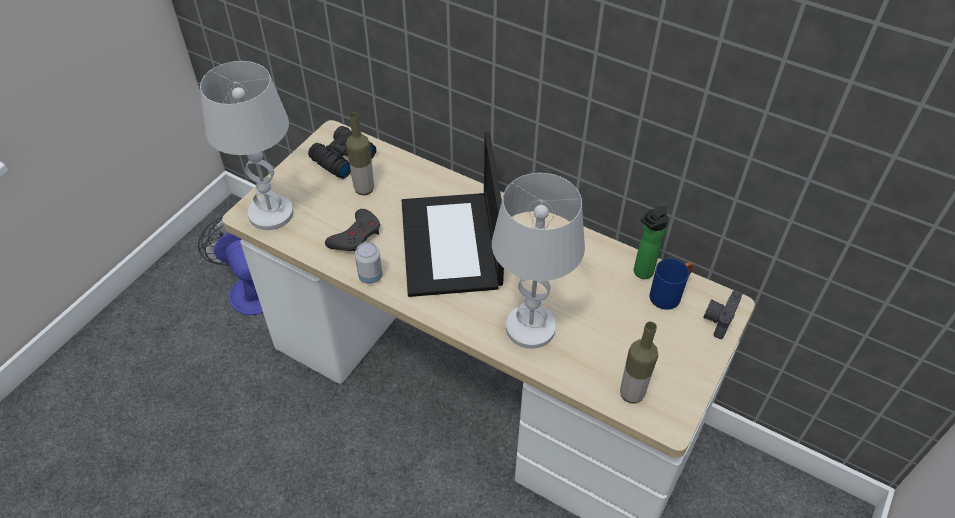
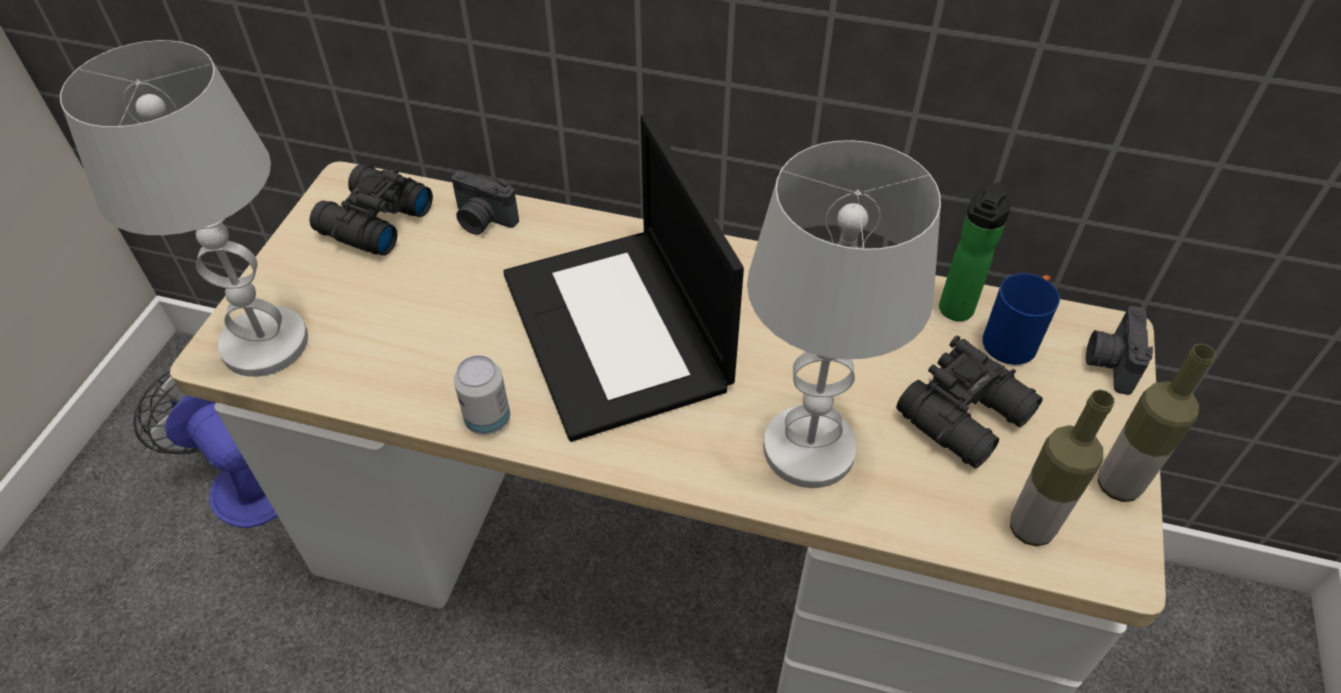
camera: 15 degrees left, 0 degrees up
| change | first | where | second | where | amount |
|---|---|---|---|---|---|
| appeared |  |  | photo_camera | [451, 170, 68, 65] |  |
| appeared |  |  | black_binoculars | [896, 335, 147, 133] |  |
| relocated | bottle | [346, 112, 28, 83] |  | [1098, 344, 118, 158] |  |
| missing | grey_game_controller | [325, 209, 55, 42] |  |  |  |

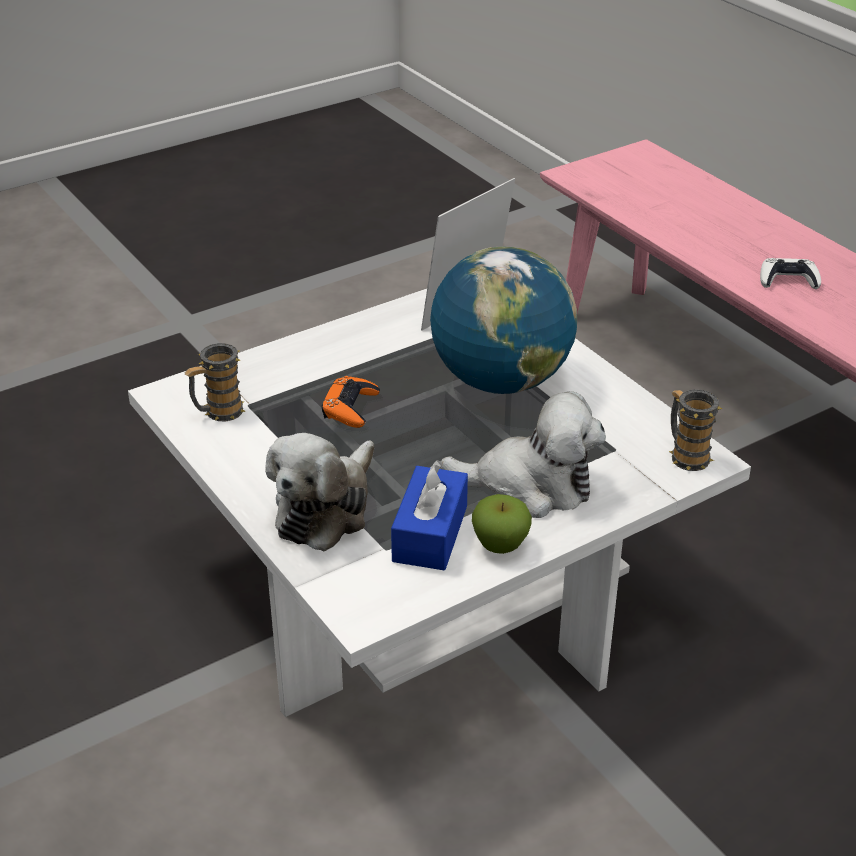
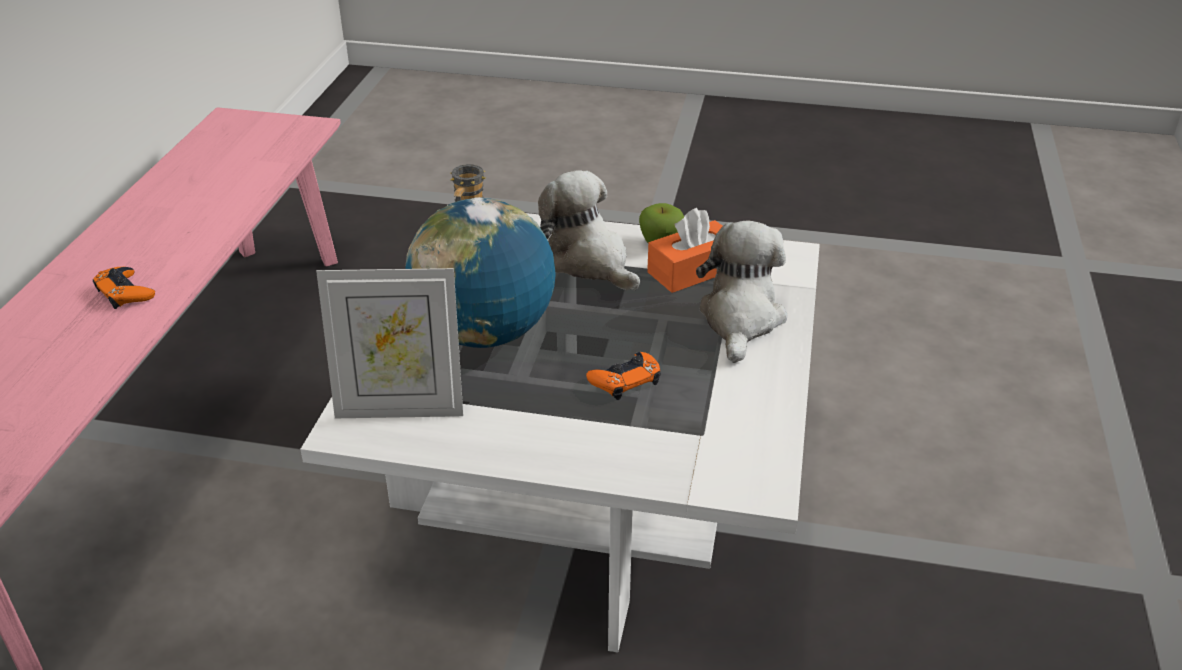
camera: 135 degrees left, 0 degrees up
| change | first | where | second | where | amount |
|---|---|---|---|---|---|
| colour | white_game_controller | [760, 258, 61, 31] | orange_game_controller | [93, 267, 62, 42] |  |
| colour | blue_tissue_box | [391, 460, 77, 110] | orange_tissue_box | [647, 208, 76, 85] |  |
| spun | plush_toy | [265, 433, 109, 118] |  | [696, 220, 91, 143] | 60 degrees counterclockwise |
| missing | mug | [184, 343, 61, 78] |  |  |  |

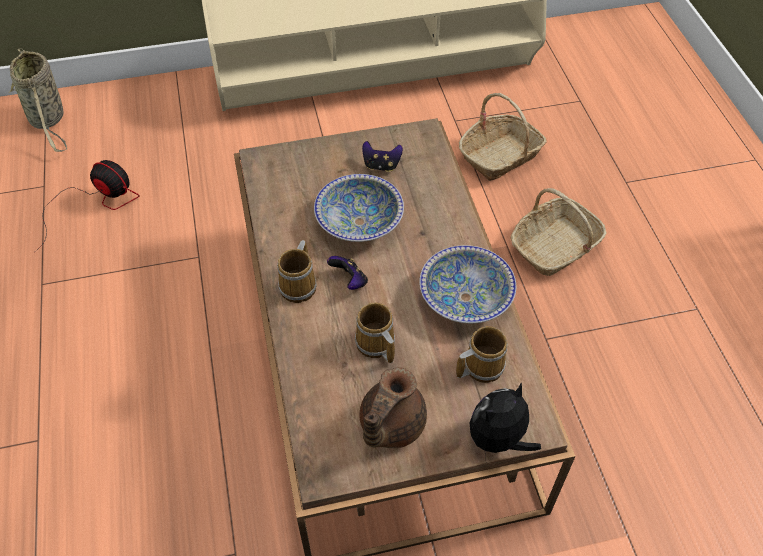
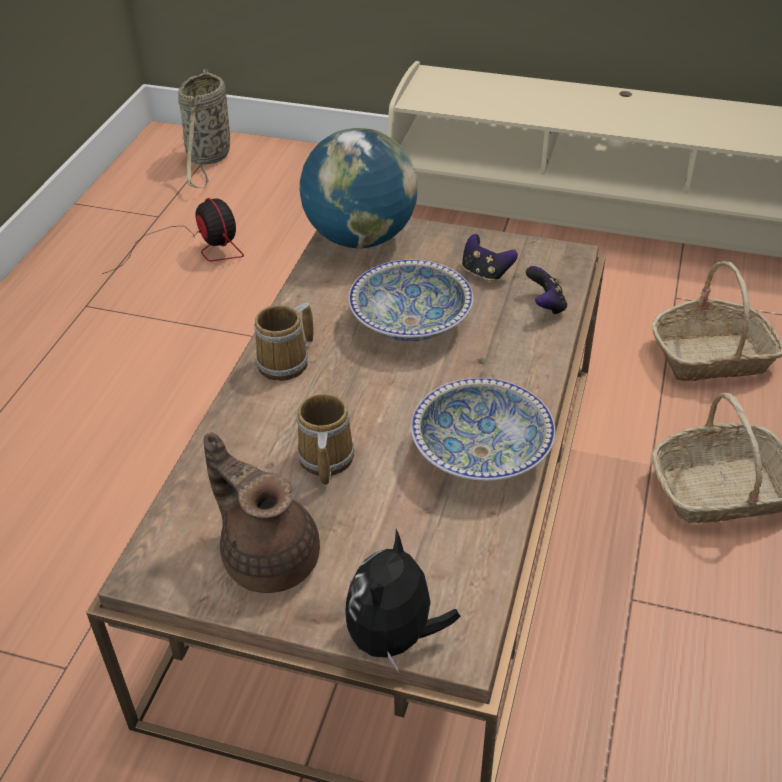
camera: 30 degrees right, 10 degrees down
| change | first | where | second | where | amount |
|---|---|---|---|---|---|
| spun | brown_teapot | [359, 367, 68, 81] |  | [203, 432, 117, 161] | 75 degrees clockwise |
| appeared |  |  | globe | [300, 128, 118, 120] |  |
| spun | plush_toy | [469, 382, 72, 76] |  | [345, 529, 116, 144] | 60 degrees counterclockwise |
| relocated | game_controller | [327, 256, 41, 34] |  | [526, 266, 41, 49] |  |
| missing | mug | [456, 326, 51, 57] |  |  |  |

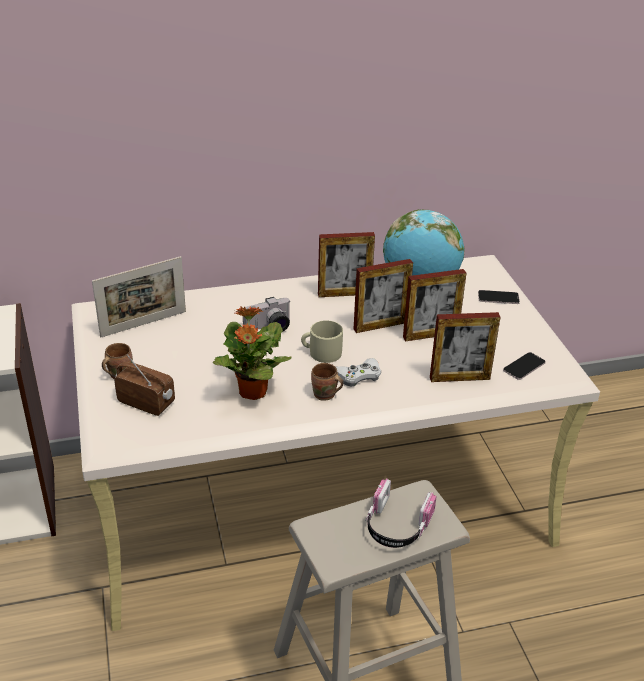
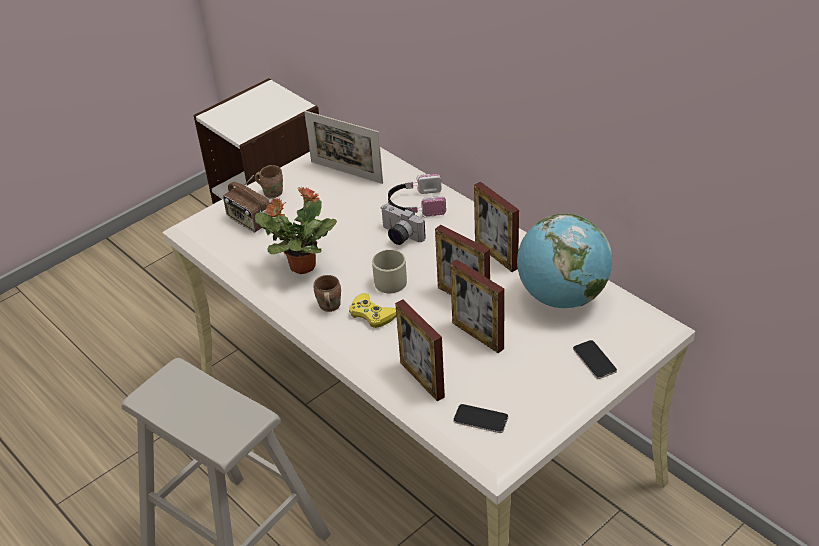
camera: 65 degrees right, 5 degrees up
| change | first | where | second | where | amount |
|---|---|---|---|---|---|
| spun | radio | [114, 354, 61, 62] |  | [223, 175, 49, 57] | 135 degrees clockwise |
| colour | white_game_controller | [336, 358, 45, 29] | yellow_game_controller | [349, 293, 47, 35] |  |
| relocated | headphones | [366, 479, 71, 69] |  | [388, 174, 58, 43] |  |

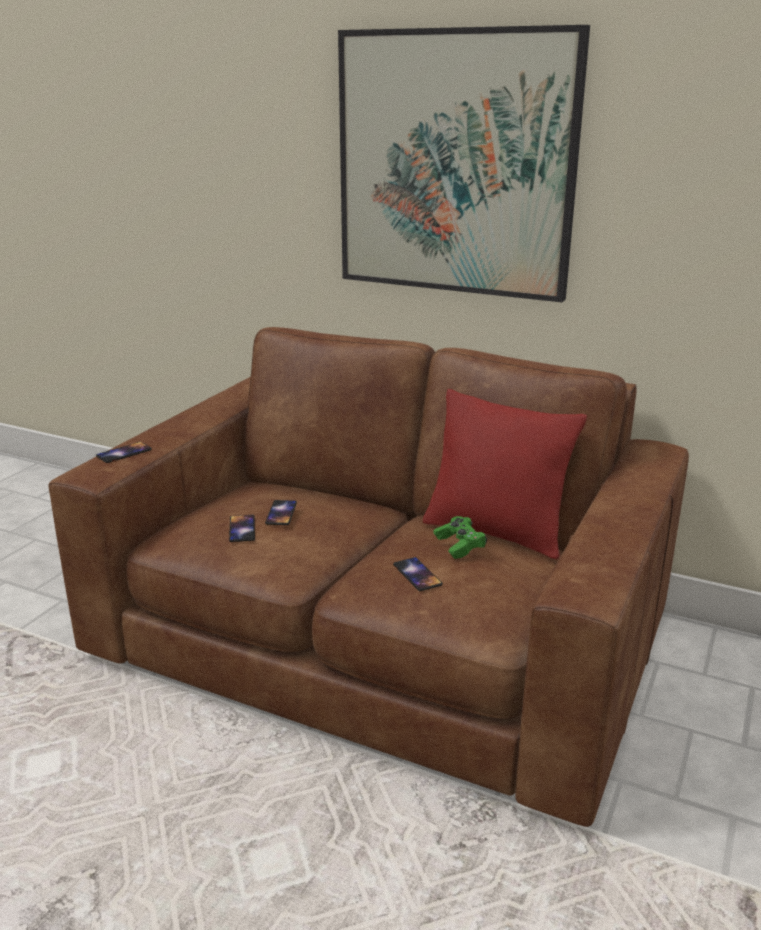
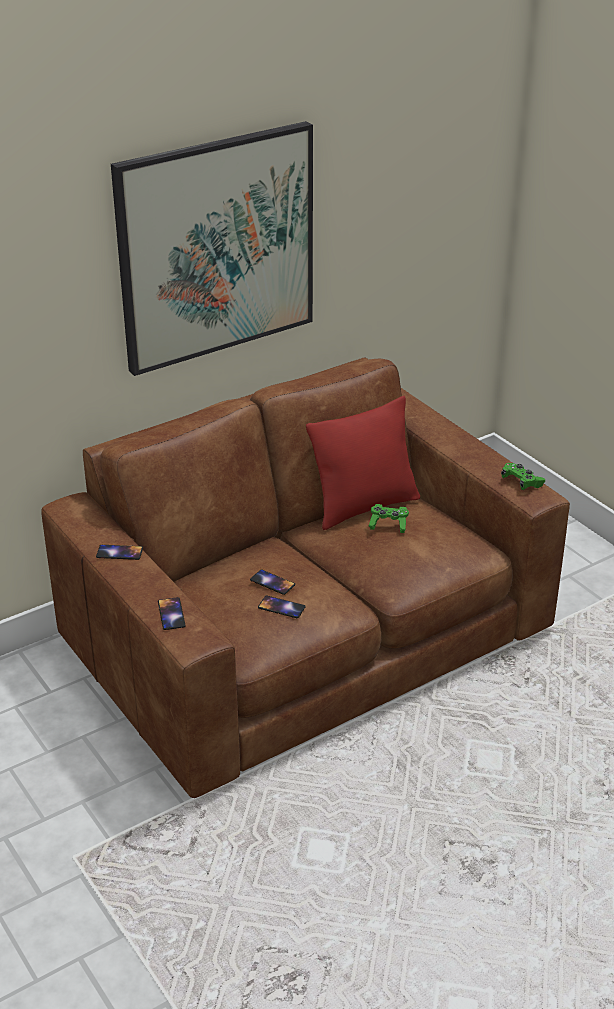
camera: 60 degrees left, 10 degrees up
| change | first | where | second | where | amount |
|---|---|---|---|---|---|
| relocated | phone | [393, 557, 50, 34] |  | [96, 545, 47, 15] |  |
| appeared |  |  | green_game_controller | [501, 463, 44, 27] |  |

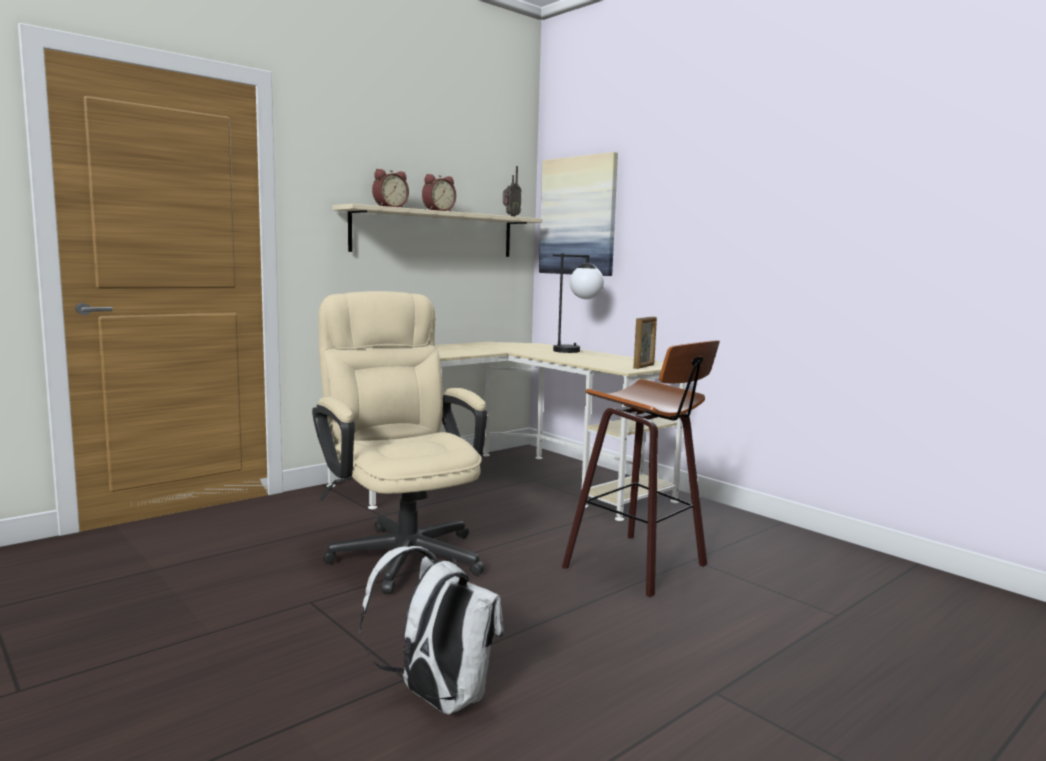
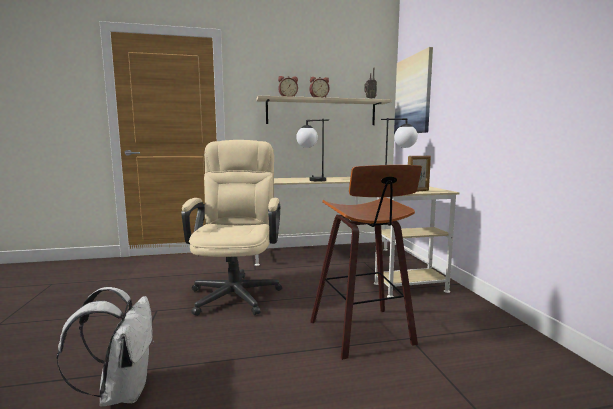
camera: 30 degrees right, 0 degrees up
| change | first | where | second | where | amount |
|---|---|---|---|---|---|
| appeared |  |  | table_lamp | [296, 119, 33, 62] |  |

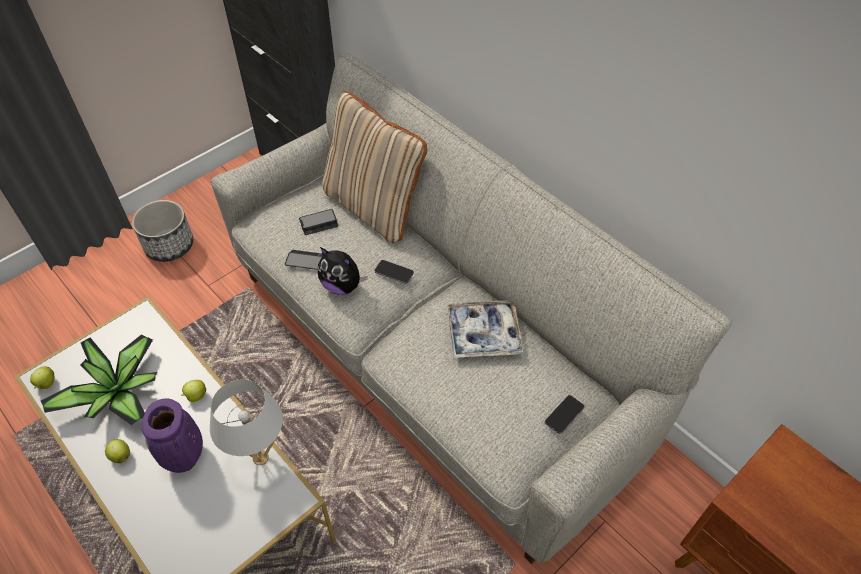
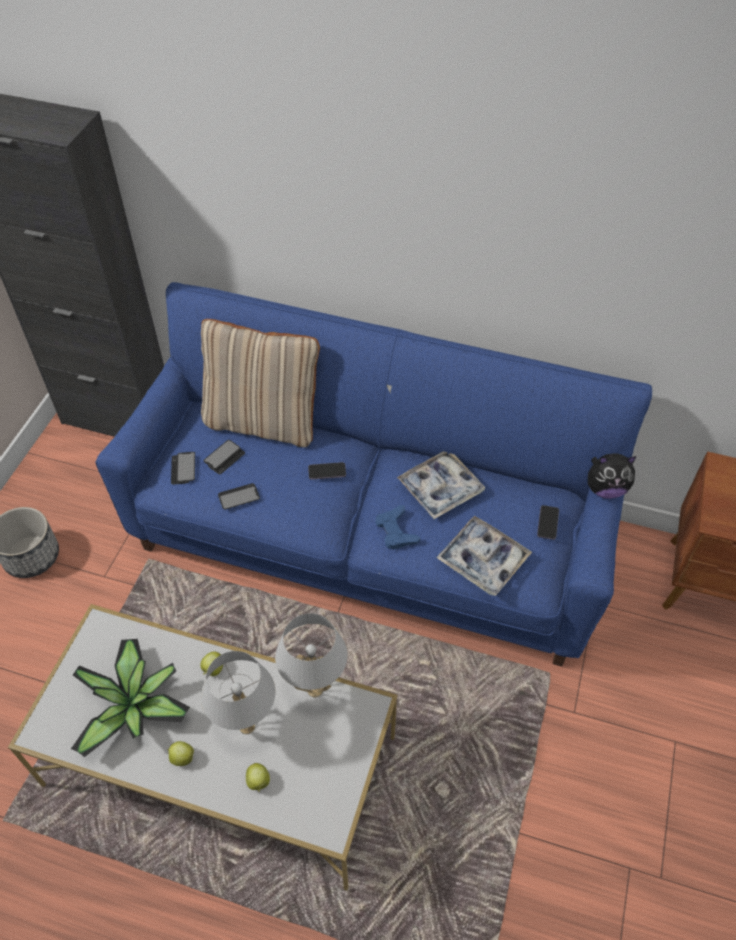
camera: 30 degrees left, 0 degrees up
| change | first | where | second | where | amount |
|---|---|---|---|---|---|
| colour | grey_sofa | [211, 53, 521, 511] | blue_sofa | [96, 282, 556, 384] |  |
| appeared |  |  | phone | [171, 452, 24, 33] |  |
| exchanged | purple_vase | [141, 398, 62, 75] | white_table_lamp | [201, 651, 74, 83] |  |
| relocated | apple | [30, 366, 24, 23] |  | [246, 763, 24, 29] |  |
| appeared |  |  | blue_game_controller | [376, 505, 44, 45] |  |
| appeared |  |  | tray | [436, 516, 96, 80] |  |
| relocated | plush_toy | [318, 247, 50, 48] |  | [588, 453, 49, 46] |  |

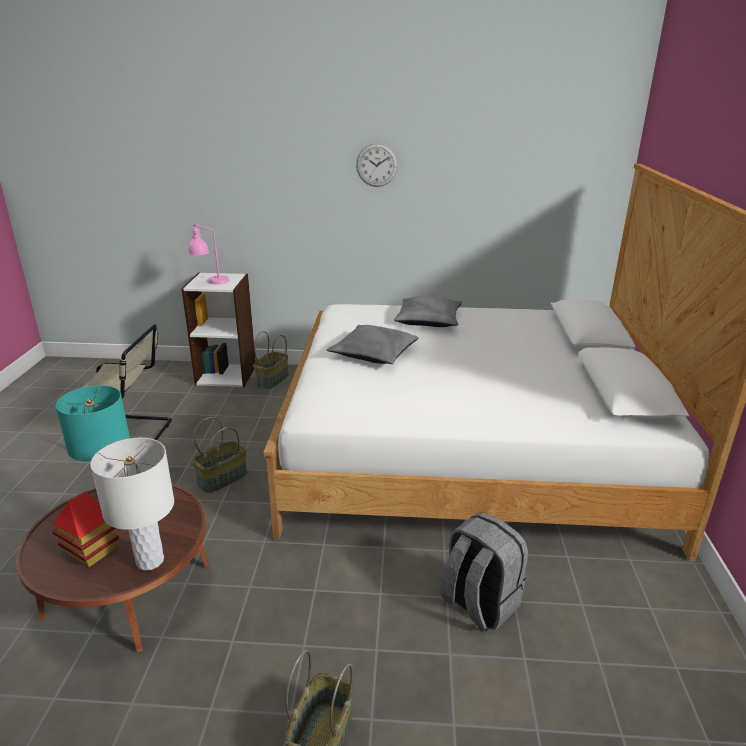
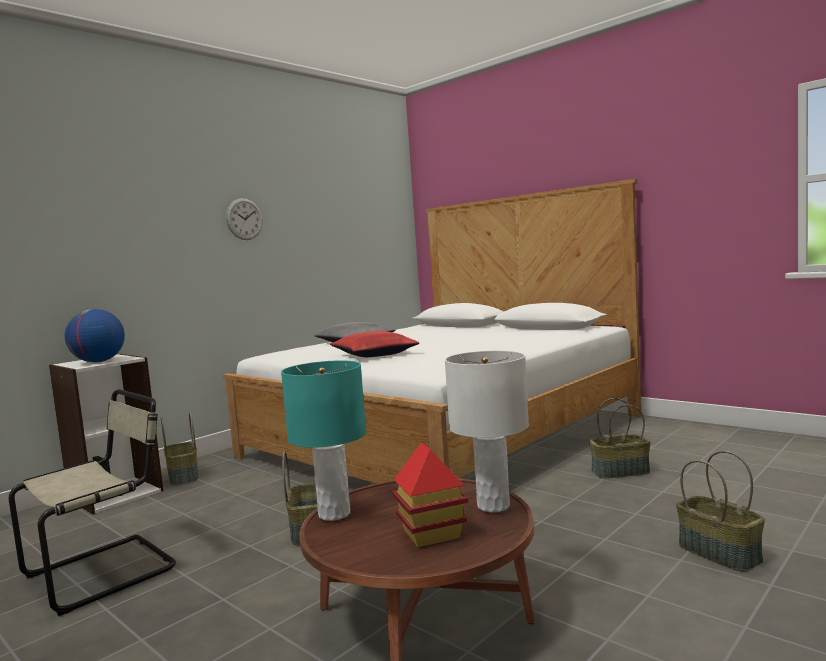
camera: 50 degrees left, 20 degrees down
| change | first | where | second | where | amount |
|---|---|---|---|---|---|
| exchanged | pink_table_lamp | [188, 223, 41, 61] | globe | [65, 309, 60, 54] |  |
| colour | grey_pillow | [326, 325, 93, 39] | red_pillow | [330, 331, 89, 26] |  |
| exchanged | grey_backpack | [440, 513, 88, 119] | basket | [589, 398, 62, 80] |  |

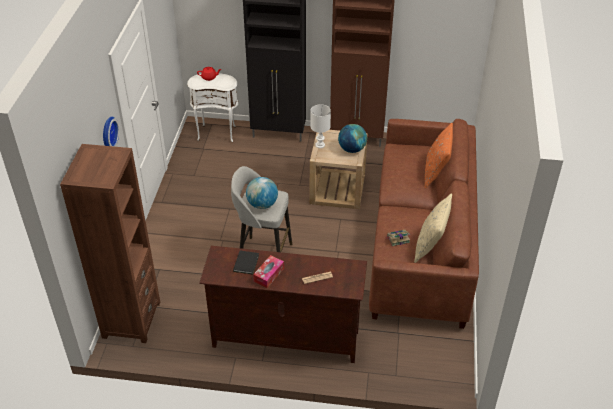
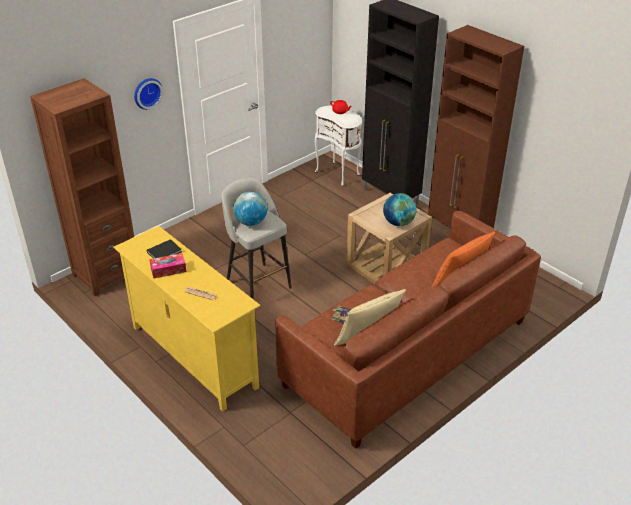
camera: 40 degrees right, 5 degrees down
| change | first | where | second | where | amount |
|---|---|---|---|---|---|
| colour | brown_tv_stand | [199, 246, 168, 117] | yellow_tv_stand | [113, 226, 148, 186] |  |
| missing | white_table_lamp | [310, 104, 21, 44] |  |  |  |

